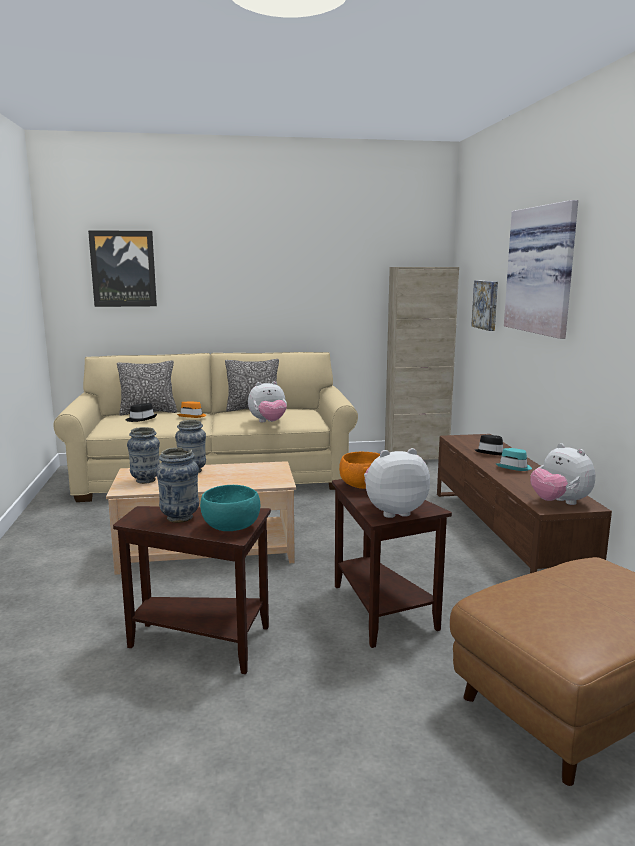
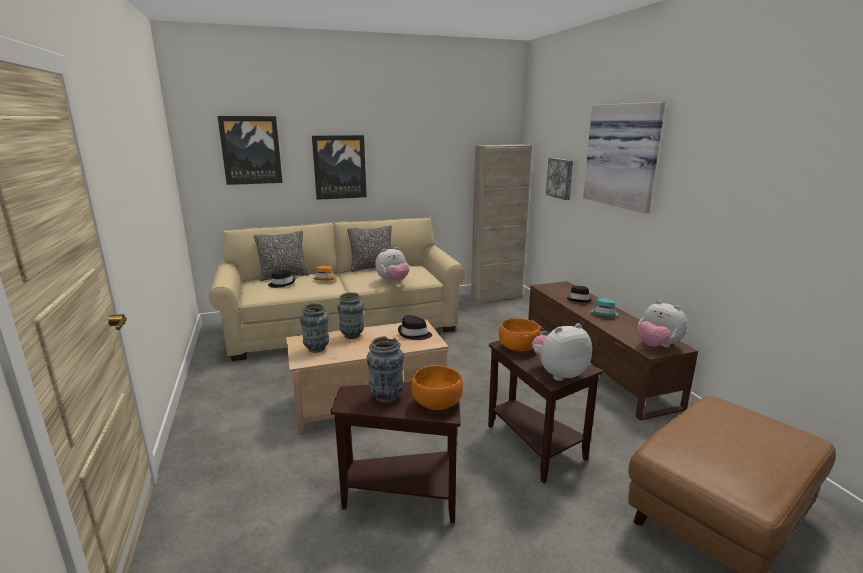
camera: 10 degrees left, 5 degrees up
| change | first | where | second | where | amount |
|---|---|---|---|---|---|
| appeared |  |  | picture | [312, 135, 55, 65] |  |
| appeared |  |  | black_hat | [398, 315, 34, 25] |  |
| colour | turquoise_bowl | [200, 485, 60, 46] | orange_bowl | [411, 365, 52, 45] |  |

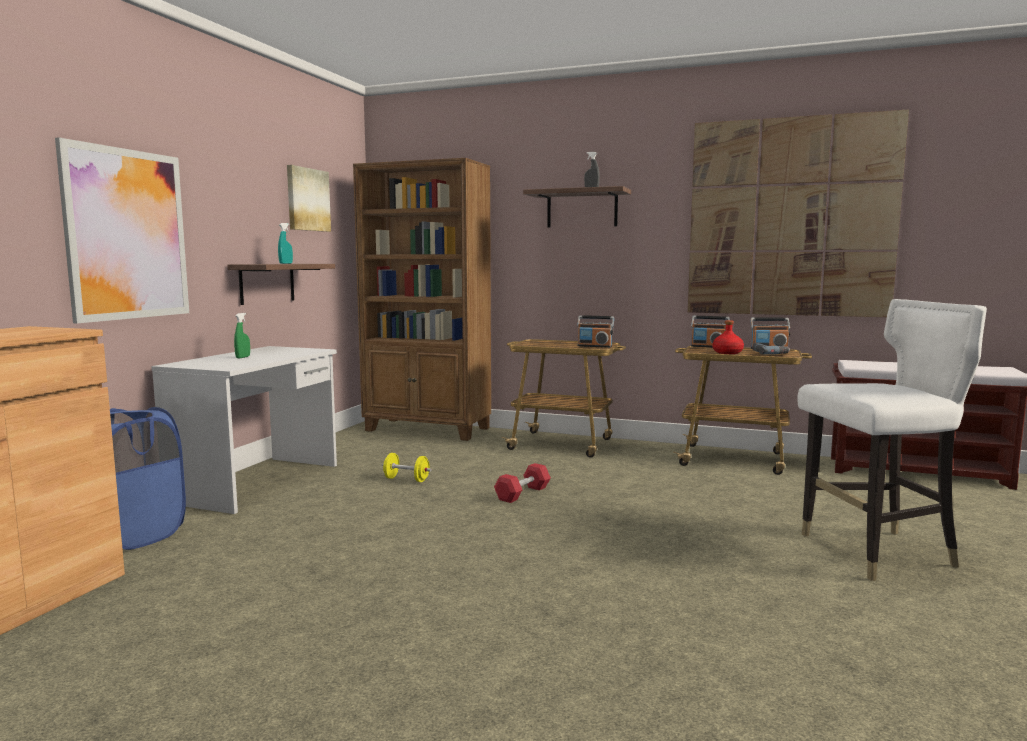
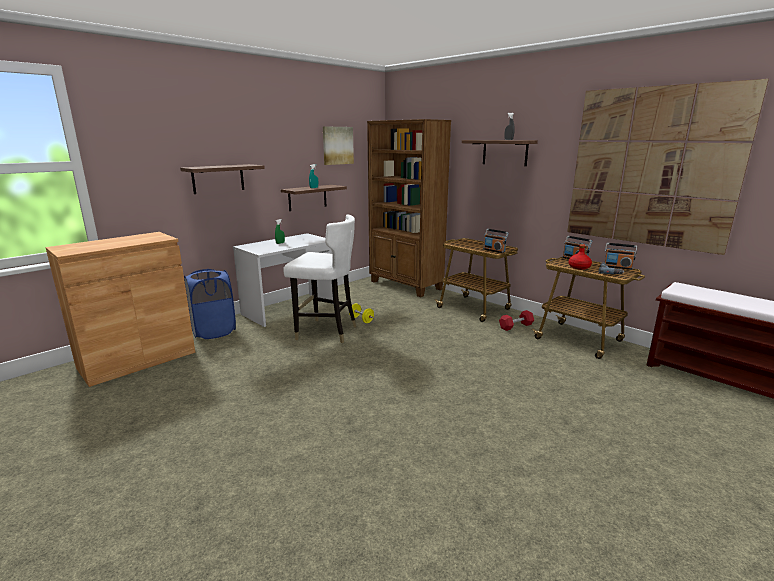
camera: 25 degrees right, 10 degrees up
| change | first | where | second | where | amount |
|---|---|---|---|---|---|
| exchanged | picture | [55, 137, 134, 186] | shelf | [180, 164, 85, 30] |  |
| relocated | white_chair | [797, 299, 190, 282] |  | [283, 215, 73, 128] |  |
| relocated | red_dumbbell | [494, 463, 57, 40] |  | [499, 310, 35, 21] |  |

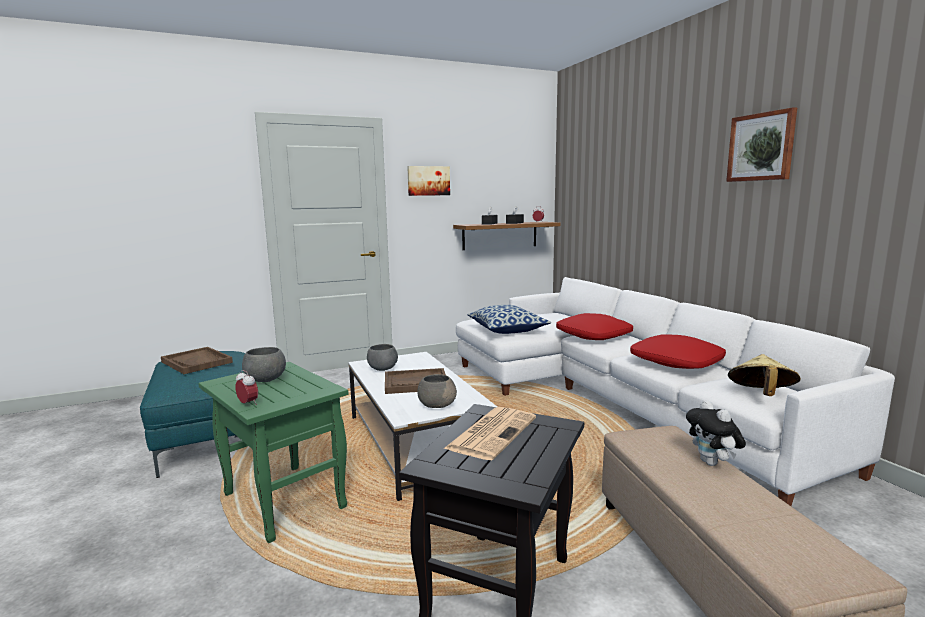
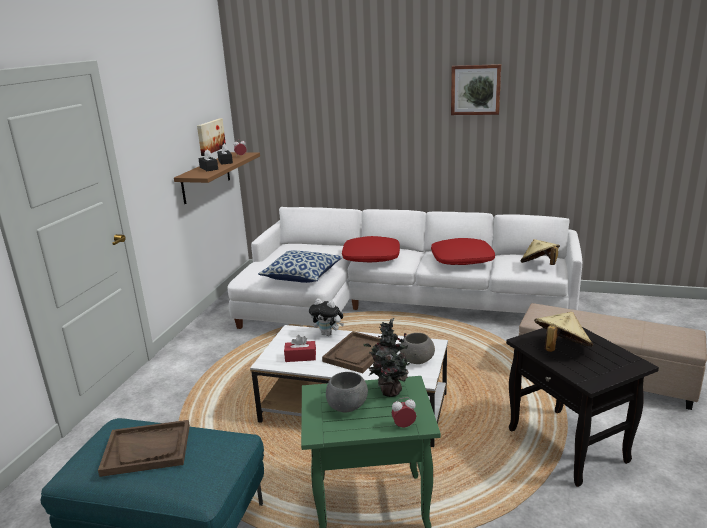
camera: 50 degrees left, 10 degrees up
| change | first | where | second | where | amount |
|---|---|---|---|---|---|
| relocated | picture | [407, 166, 43, 30] |  | [197, 119, 29, 37] |  |
| exchanged | grey_bowl | [367, 344, 31, 27] | red_tissue_box | [284, 335, 32, 27] |  |
| relocated | plush_toy | [686, 400, 60, 66] |  | [309, 298, 35, 38] |  |
| appeared |  |  | potted_plant | [364, 318, 51, 79] |  |
| exchanged | newspaper | [443, 407, 93, 53] | beige_hat | [534, 312, 59, 40] |  |

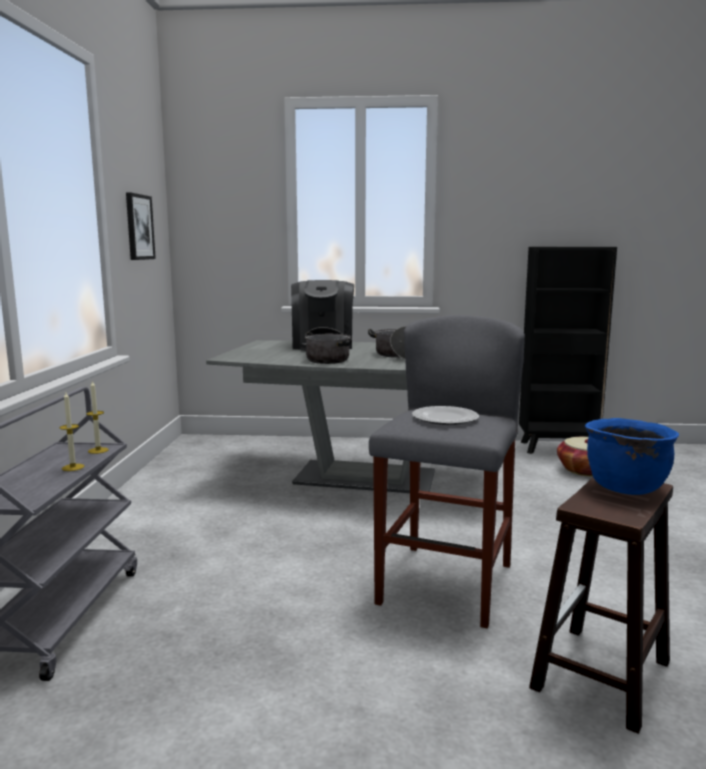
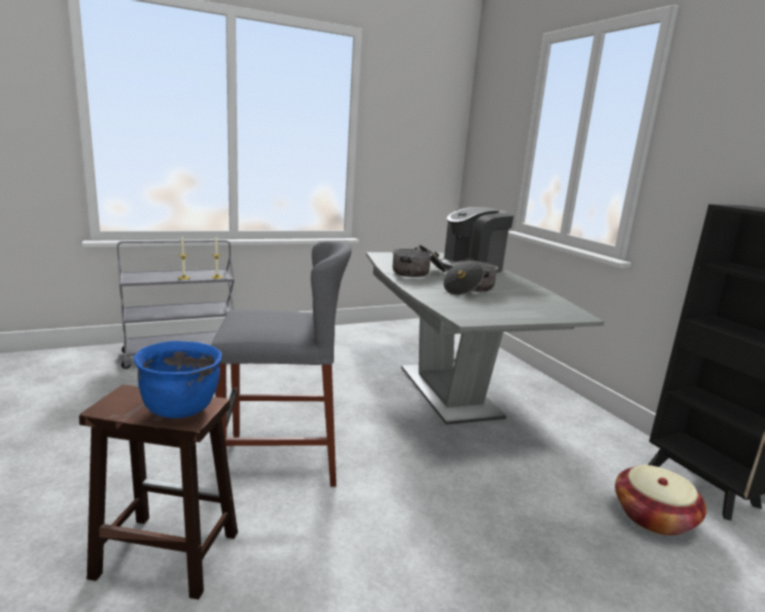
camera: 60 degrees right, 5 degrees up
| change | first | where | second | where | amount |
|---|---|---|---|---|---|
| missing | picture | [126, 192, 30, 68] |  |  |  |
| missing | plate | [412, 406, 67, 19] |  |  |  |

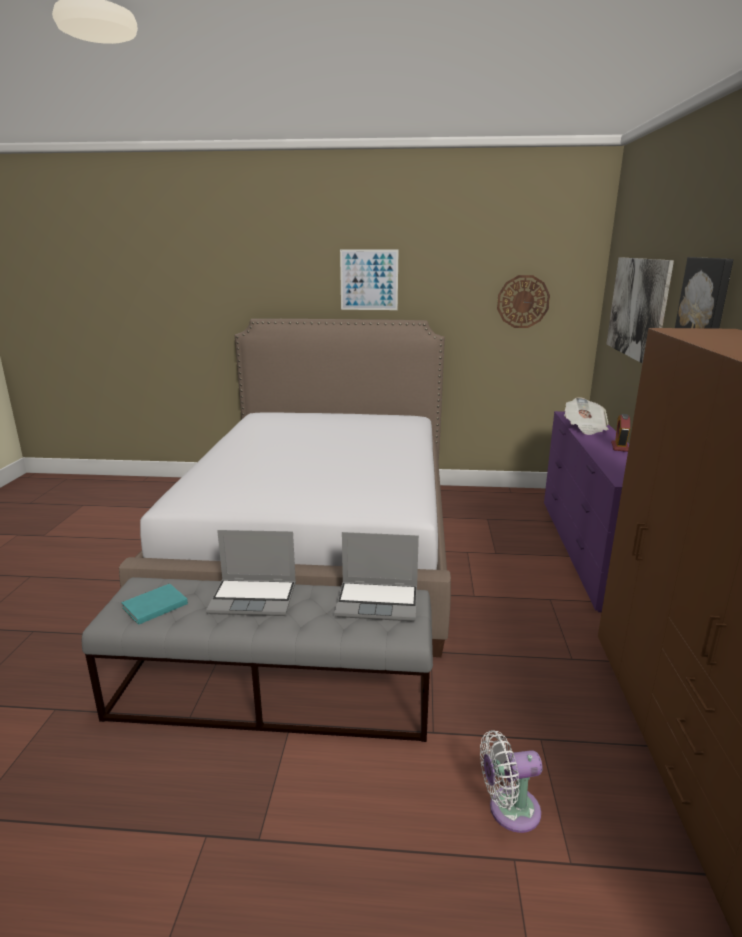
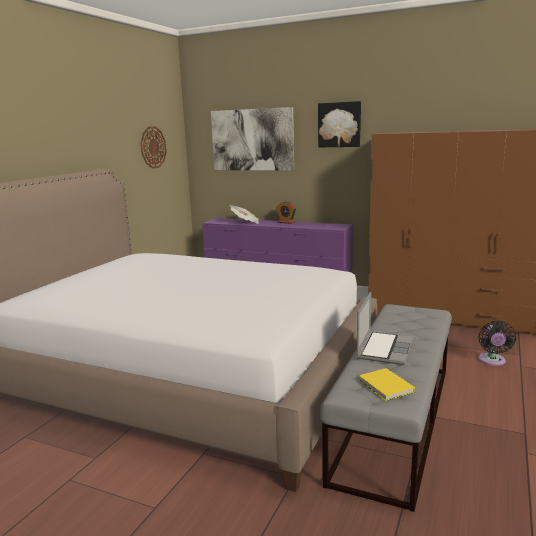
camera: 70 degrees left, 5 degrees down
| change | first | where | second | where | amount |
|---|---|---|---|---|---|
| colour | turquoise_book | [121, 584, 67, 41] | yellow_book | [359, 368, 56, 33] |  |
| colour | white_fan | [480, 730, 62, 103] | black_fan | [478, 321, 38, 45] |  |
| missing | laptop | [334, 532, 85, 89] |  |  |  |
| missing | picture | [340, 250, 58, 60] |  |  |  |

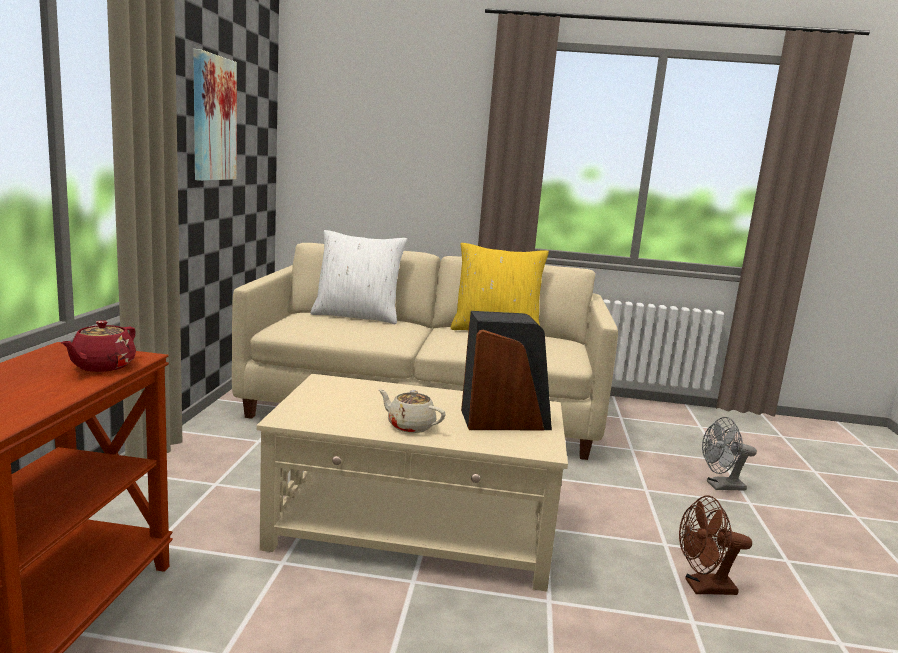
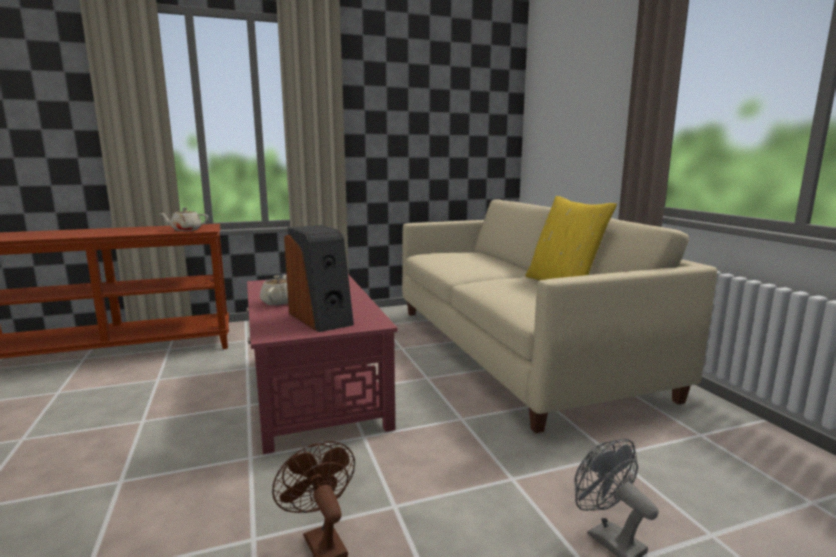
camera: 65 degrees right, 0 degrees up
| change | first | where | second | where | amount |
|---|---|---|---|---|---|
| colour | red_teapot | [61, 320, 75, 52] | beige_teapot | [159, 208, 49, 23] |  |
| colour | beige_coffee_table | [256, 374, 312, 217] | red_coffee_table | [246, 274, 152, 180] |  |
| missing | picture | [193, 49, 44, 132] |  |  |  |
| missing | white_pillow | [310, 230, 97, 94] |  |  |  |

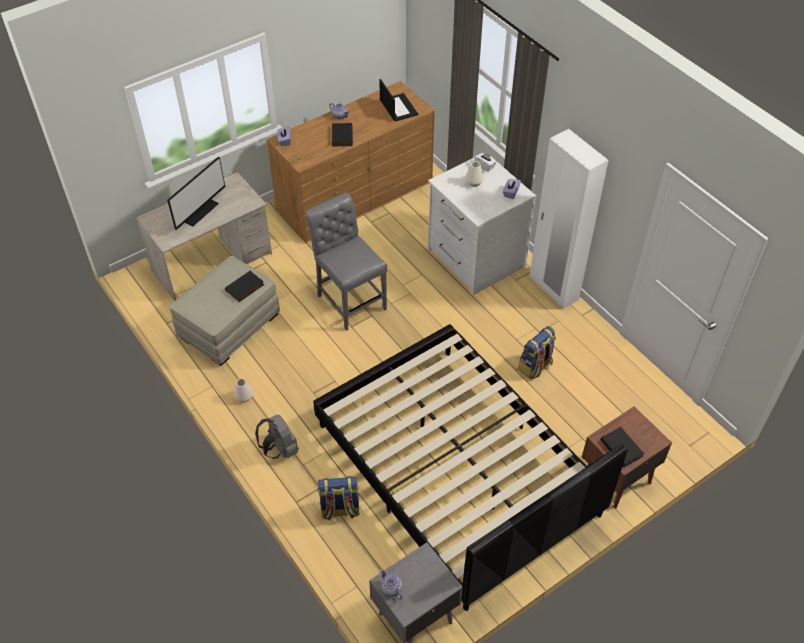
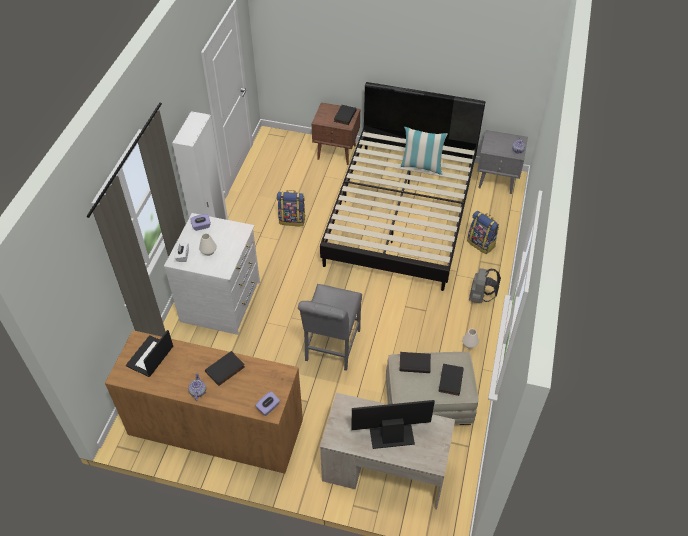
camera: 130 degrees left, 0 degrees up
| change | first | where | second | where | amount |
|---|---|---|---|---|---|
| appeared |  |  | pillow | [400, 127, 47, 48] |  |
| appeared |  |  | black_book | [438, 364, 26, 32] |  |

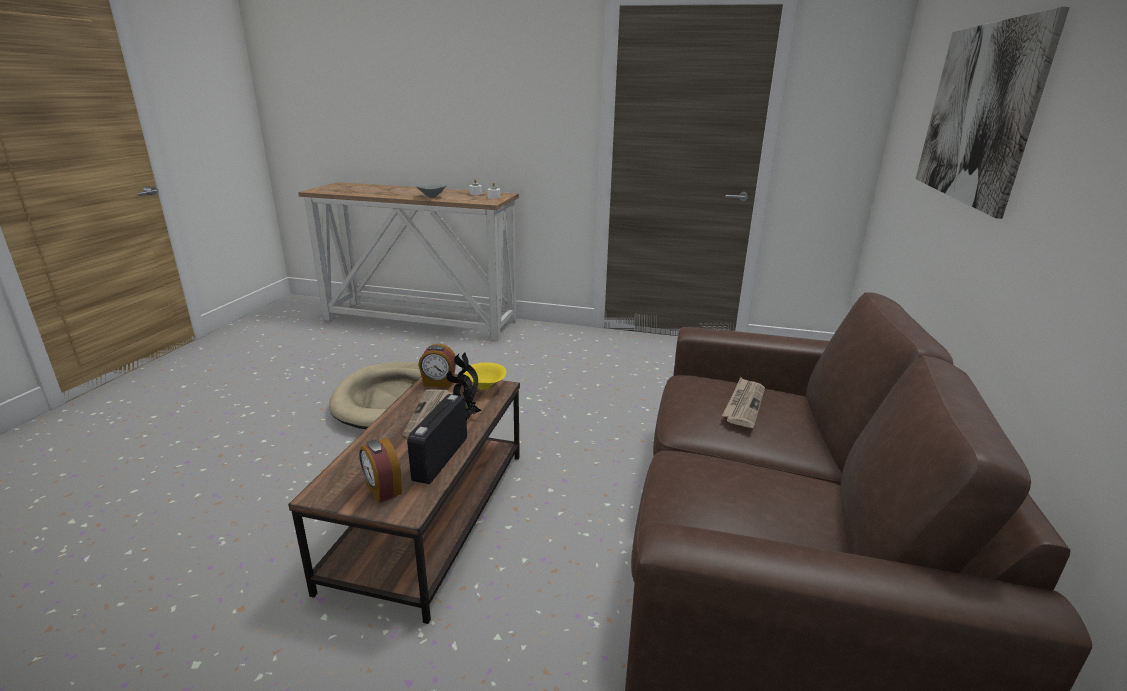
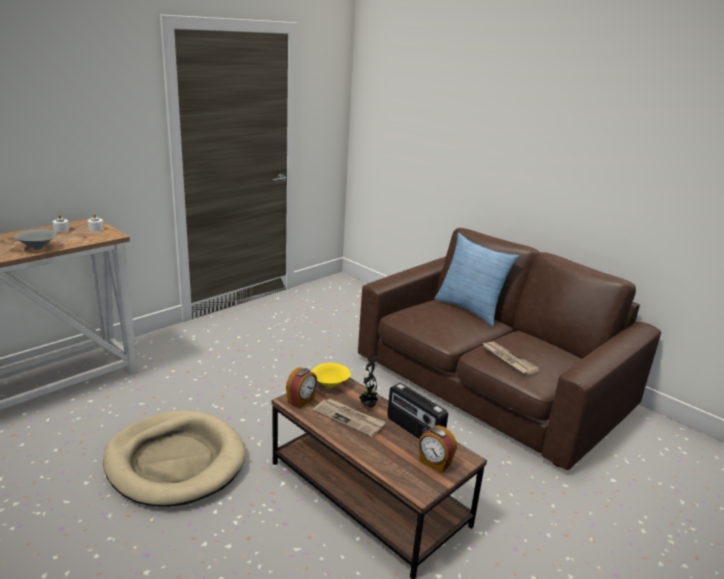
camera: 60 degrees left, 0 degrees up
| change | first | where | second | where | amount |
|---|---|---|---|---|---|
| spun | alarm_clock | [359, 438, 43, 65] |  | [419, 425, 38, 48] | 45 degrees clockwise |
| appeared |  |  | pillow | [434, 233, 86, 94] |  |
| relocated | newspaper | [722, 377, 43, 51] |  | [482, 342, 58, 33] |  |
| missing | picture | [916, 7, 154, 212] |  |  |  |

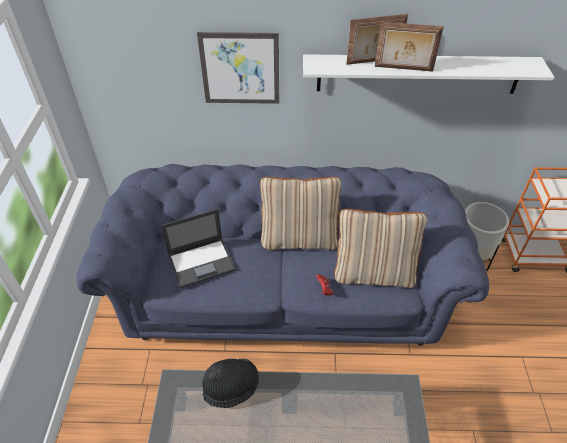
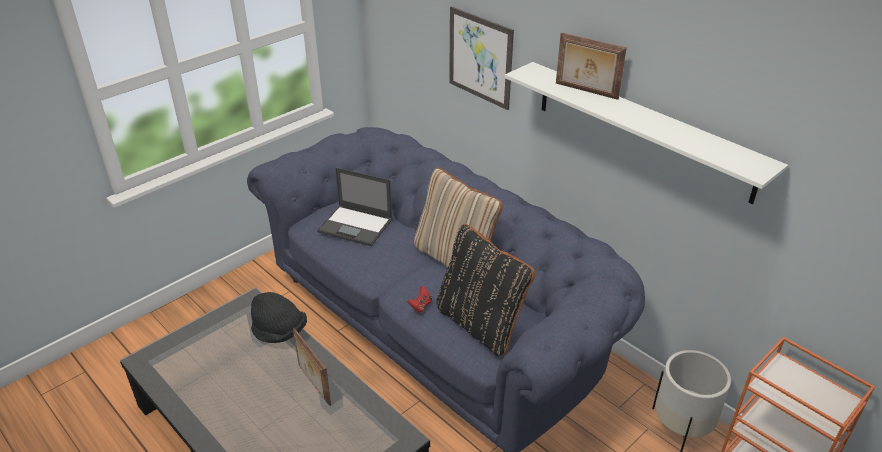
camera: 45 degrees right, 10 degrees down
| change | first | where | second | where | amount |
|---|---|---|---|---|---|
| relocated | picture_frame | [375, 22, 69, 50] |  | [293, 328, 38, 78] |  |
| colour | beige_pillow | [334, 209, 93, 79] | black_pillow | [436, 224, 99, 132] |  |

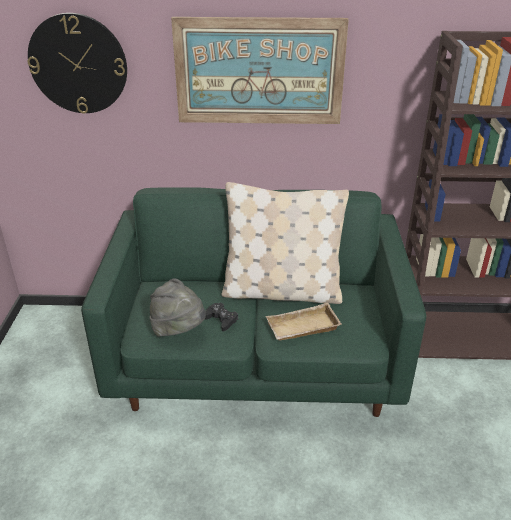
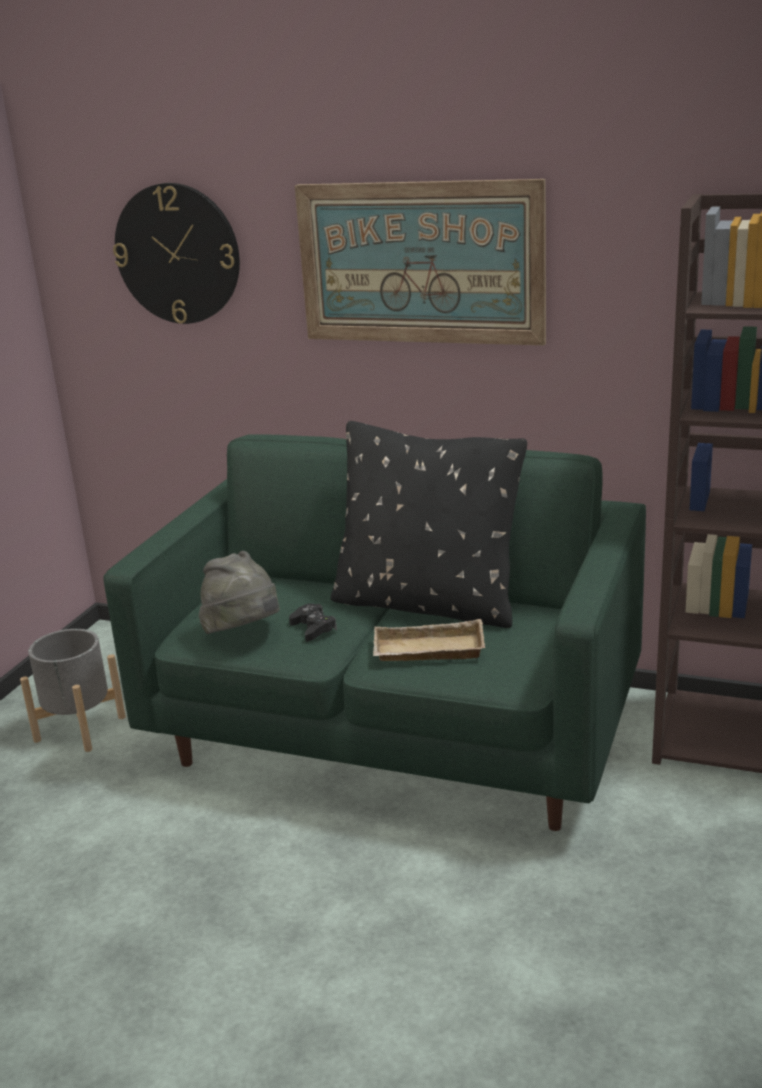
camera: 20 degrees right, 10 degrees down
| change | first | where | second | where | amount |
|---|---|---|---|---|---|
| appeared |  |  | grey_planter | [20, 629, 106, 123] |  |
| colour | beige_pillow | [221, 182, 128, 122] | black_pillow | [330, 421, 197, 207] |  |

